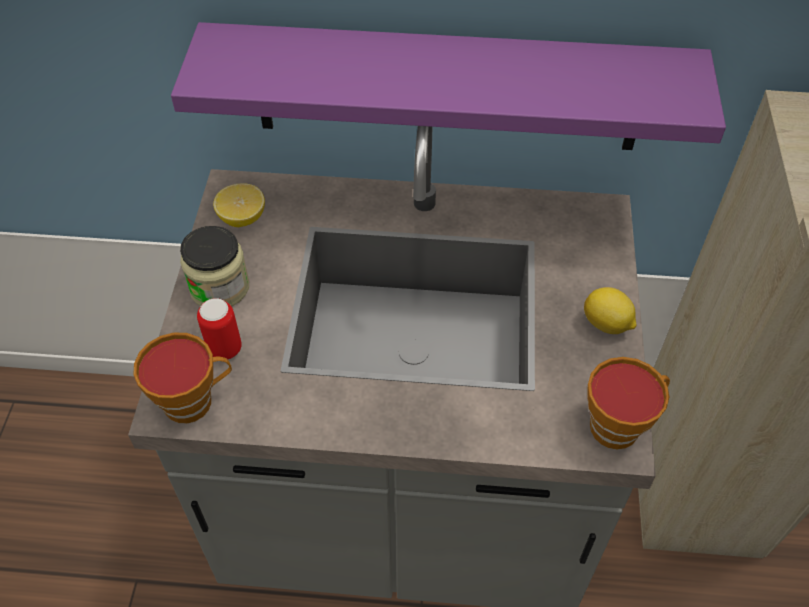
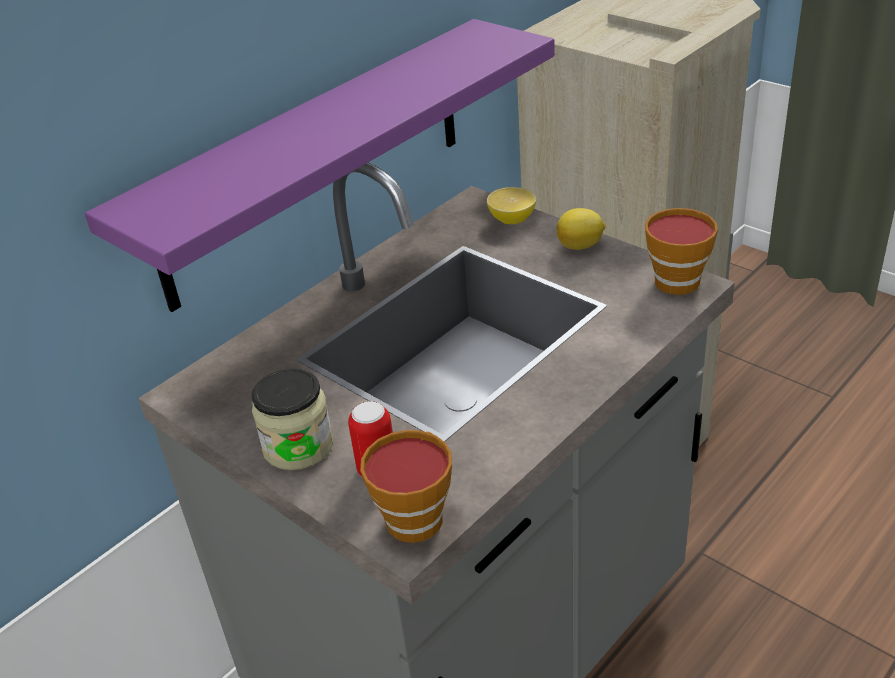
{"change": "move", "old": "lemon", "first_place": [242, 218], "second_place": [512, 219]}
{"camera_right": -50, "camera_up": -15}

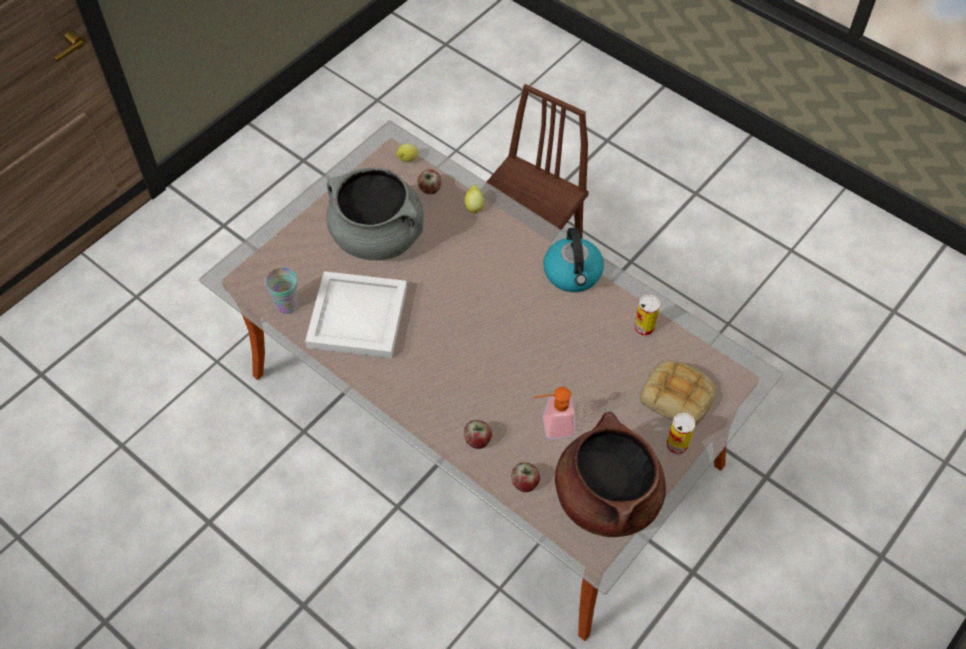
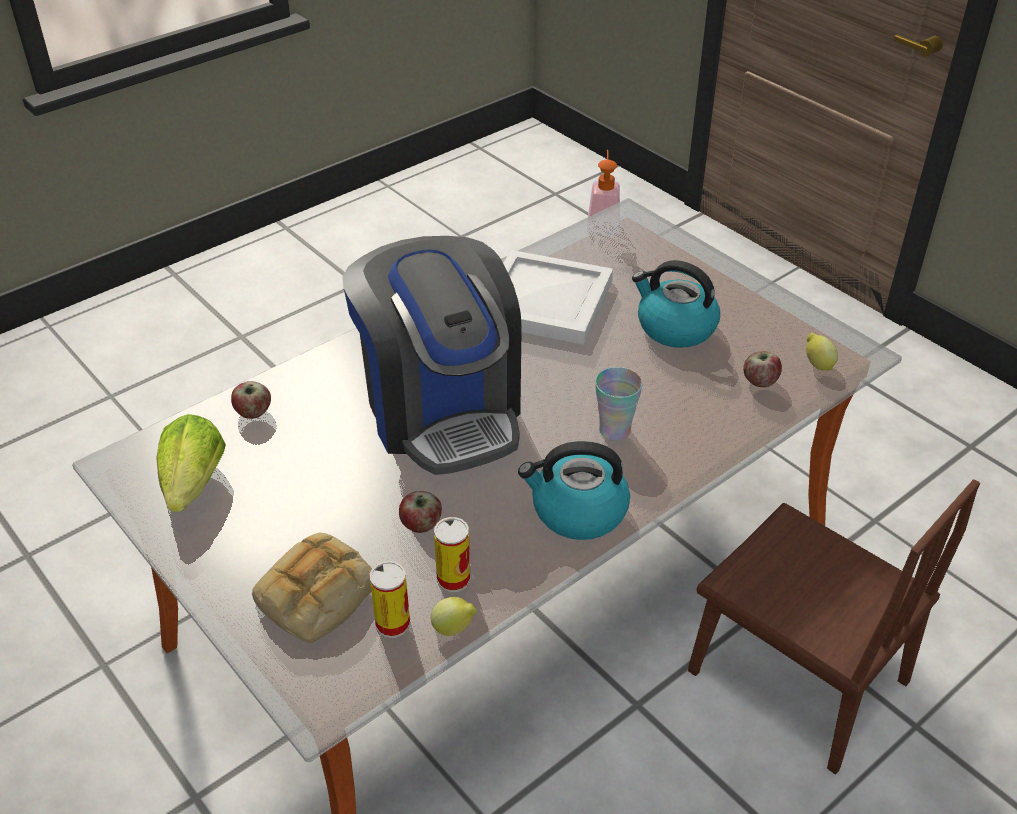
{"change": "replace", "old": "brown cooking pot", "new": "lettuce", "first_place": [606, 498], "second_place": [194, 484]}
{"change": "insert", "new": "coffee machine", "second_place": [441, 410]}
{"change": "move", "old": "can", "first_place": [677, 445], "second_place": [392, 623]}
{"change": "move", "old": "apple", "first_place": [478, 440], "second_place": [421, 525]}
{"change": "move", "old": "lemon", "first_place": [474, 206], "second_place": [454, 629]}
{"change": "move", "old": "soap dispenser", "first_place": [552, 427], "second_place": [603, 224]}
{"change": "move", "old": "cup", "first_place": [287, 305], "second_place": [614, 430]}
{"change": "replace", "old": "grey cooking pot", "new": "kettle", "first_place": [378, 236], "second_place": [674, 327]}
{"camera_right": 100, "camera_up": -15}

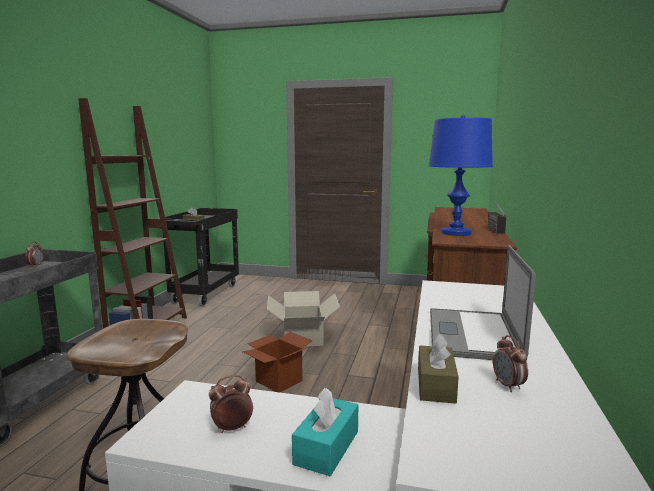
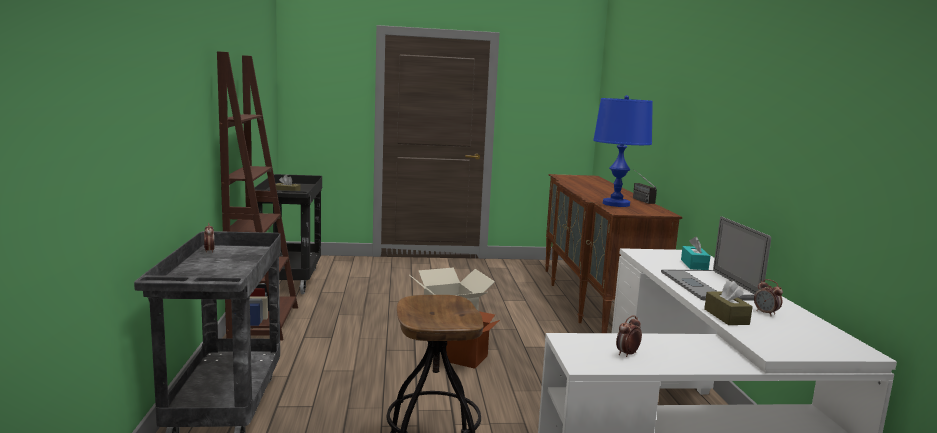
{"change": "move", "old": "turquoise tissue box", "first_place": [326, 447], "second_place": [694, 265]}
{"camera_right": -20, "camera_up": 0}

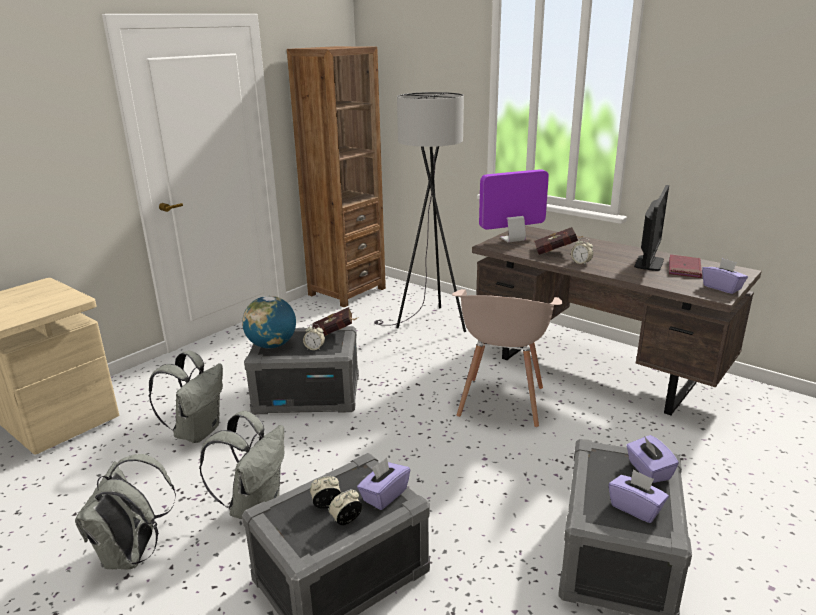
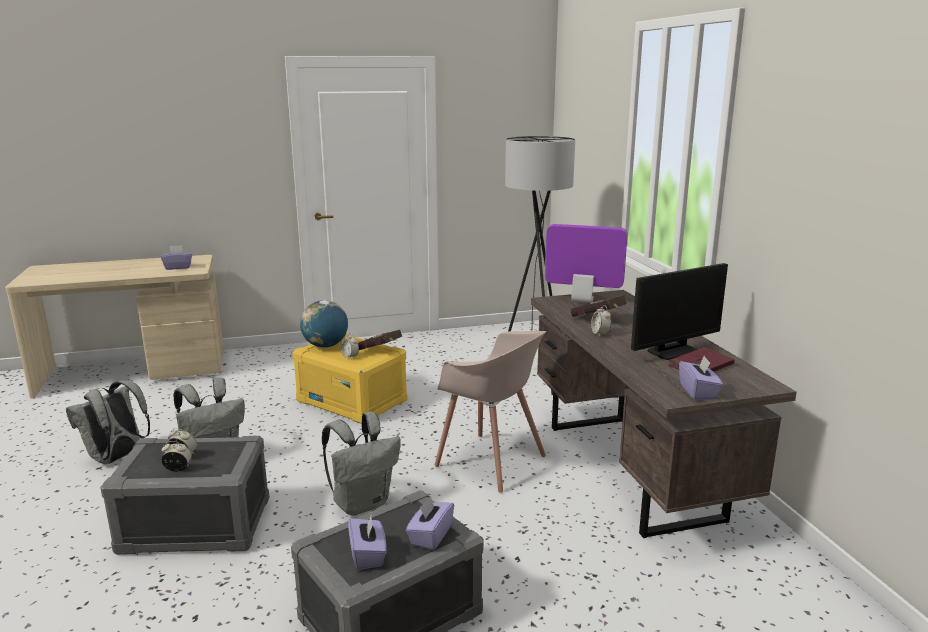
{"change": "move", "old": "purple tissue box", "first_place": [384, 495], "second_place": [178, 267]}
{"change": "recolor", "old": "grey storage box", "new": "yellow storage box", "first_place": [308, 394], "second_place": [352, 401]}
{"change": "move", "old": "grey backpack", "first_place": [197, 431], "second_place": [362, 503]}
{"change": "rotate", "old": "beige chair", "first_place": [501, 402], "second_place": [491, 462], "degrees": -105}
{"change": "delete", "old": "brown bookcase", "first_place": [347, 291]}
{"camera_right": 35, "camera_up": -5}

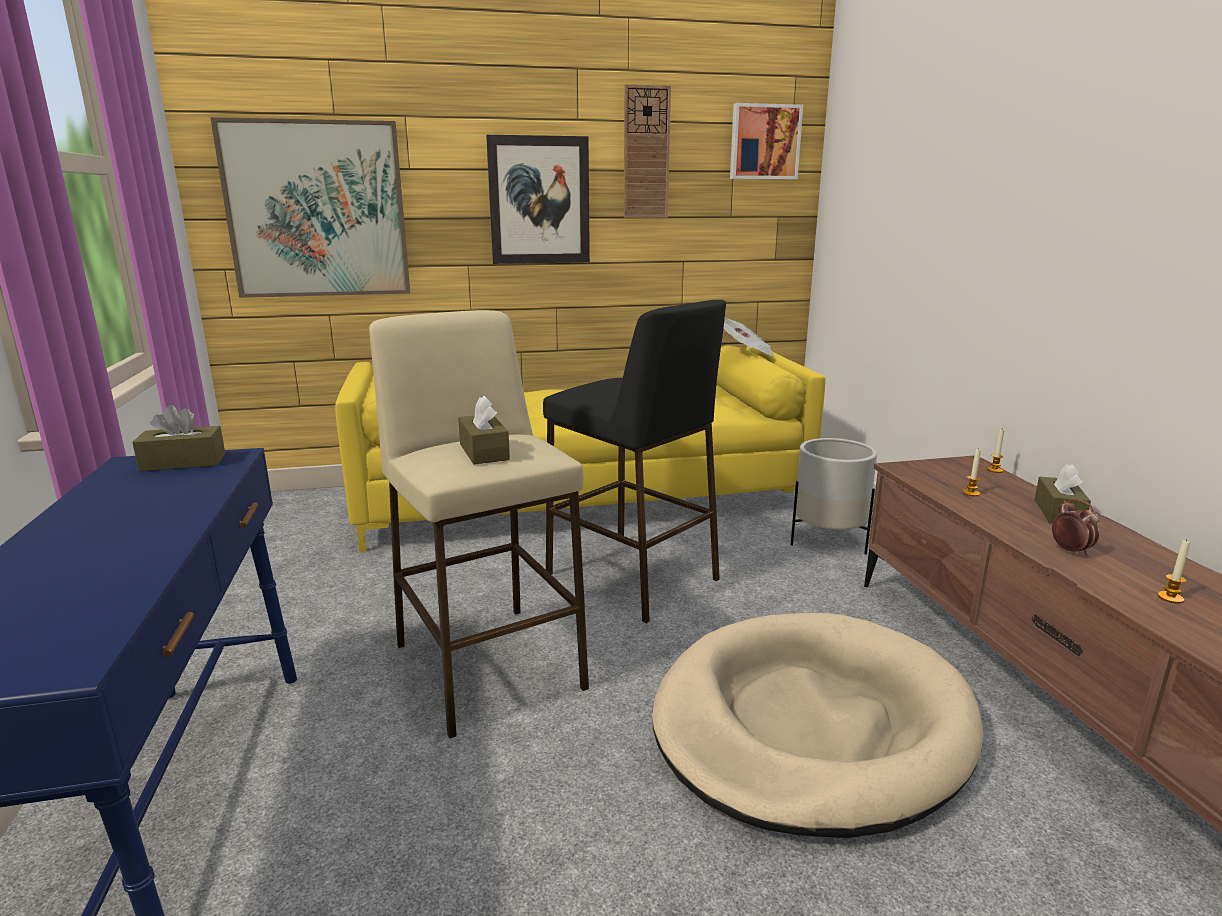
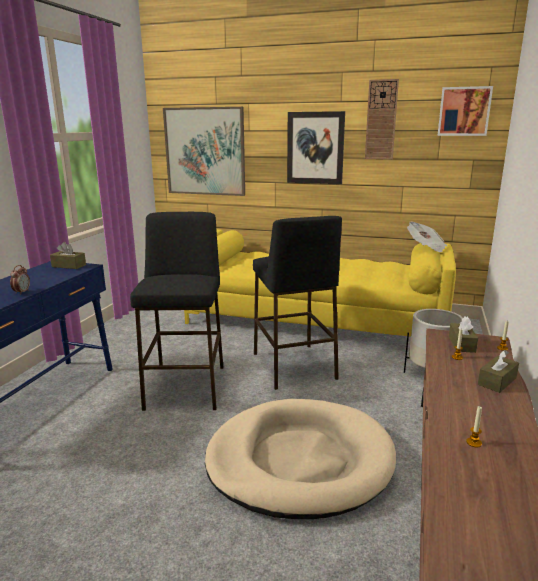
{"change": "move", "old": "alarm clock", "first_place": [1070, 551], "second_place": [22, 292]}
{"change": "recolor", "old": "beige stool", "new": "black stool", "first_place": [488, 665], "second_place": [186, 386]}
{"change": "move", "old": "brown tissue box", "first_place": [484, 452], "second_place": [461, 344]}
{"camera_right": 30, "camera_up": 0}

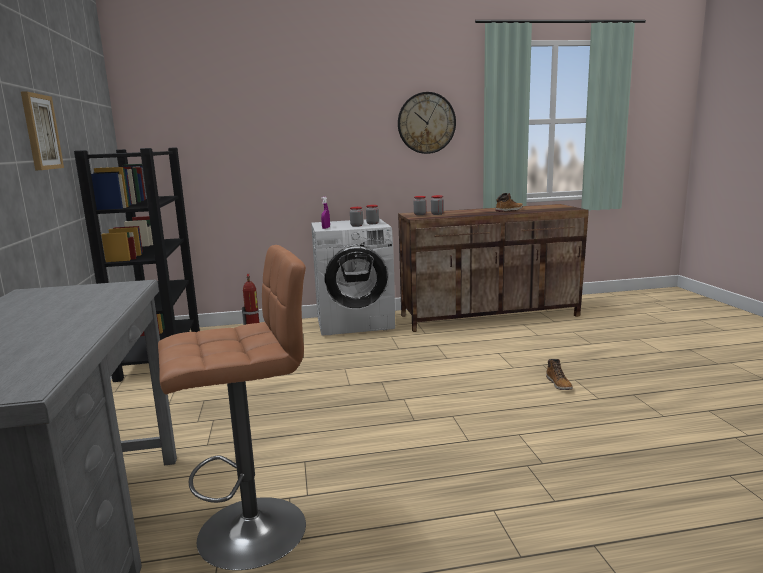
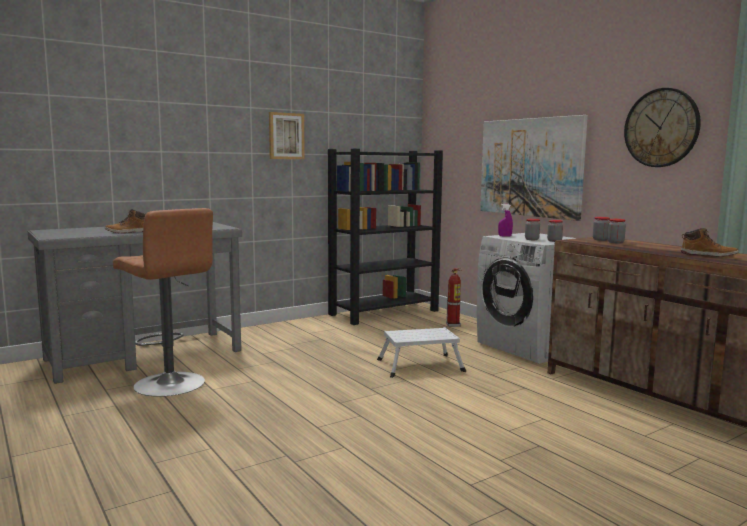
{"change": "move", "old": "boot", "first_place": [559, 384], "second_place": [128, 232]}
{"change": "insert", "new": "white step ladder", "second_place": [421, 365]}
{"change": "insert", "new": "picture", "second_place": [530, 167]}
{"camera_right": 65, "camera_up": -5}

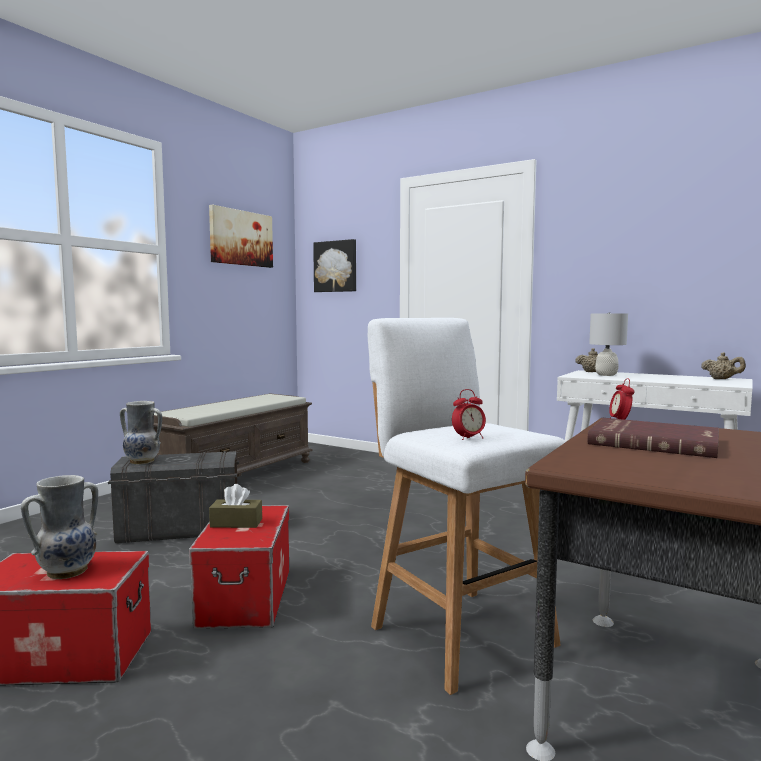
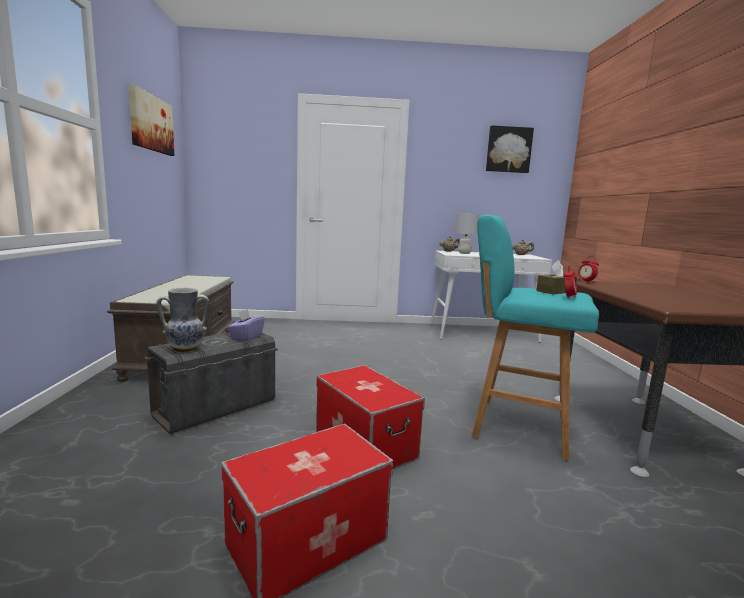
{"change": "insert", "new": "purple tissue box", "second_place": [246, 337]}
{"change": "recolor", "old": "white stool", "new": "turquoise stool", "first_place": [458, 632], "second_place": [516, 425]}
{"change": "move", "old": "picture", "first_place": [336, 266], "second_place": [508, 150]}
{"change": "move", "old": "brown tissue box", "first_place": [236, 523], "second_place": [555, 291]}
{"change": "delete", "old": "vase", "first_place": [66, 571]}
{"change": "delete", "old": "red book", "first_place": [653, 442]}
{"camera_right": -35, "camera_up": 5}

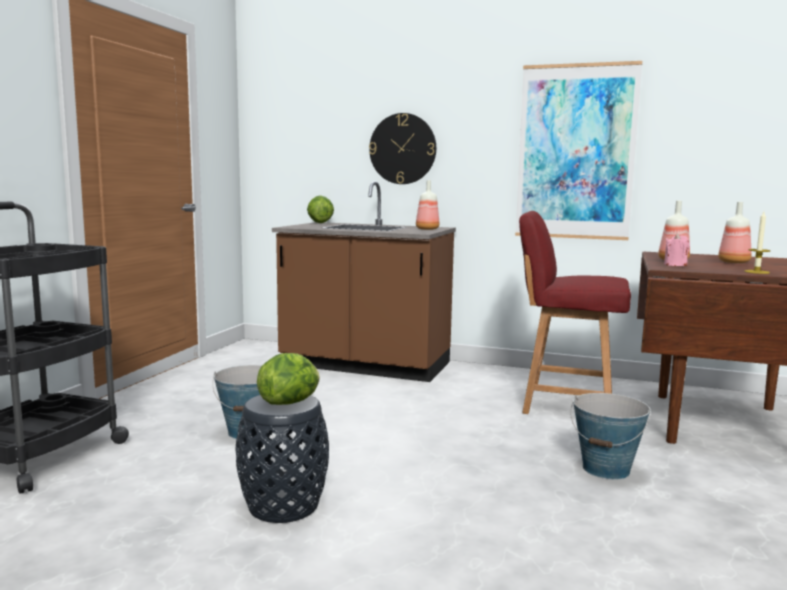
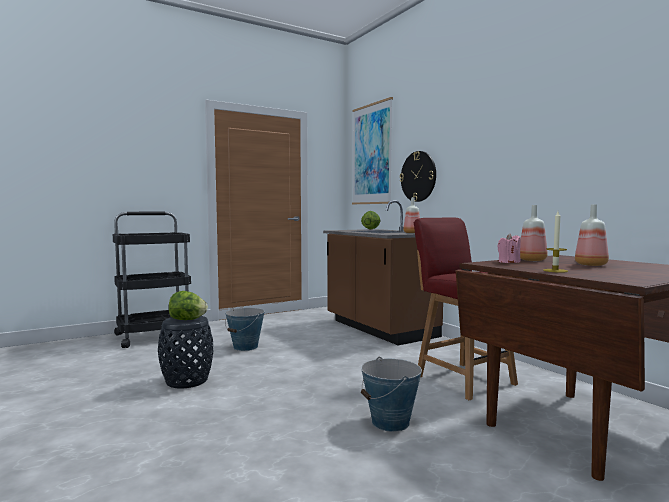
{"change": "move", "old": "picture", "first_place": [575, 152], "second_place": [372, 154]}
{"camera_right": 40, "camera_up": -5}

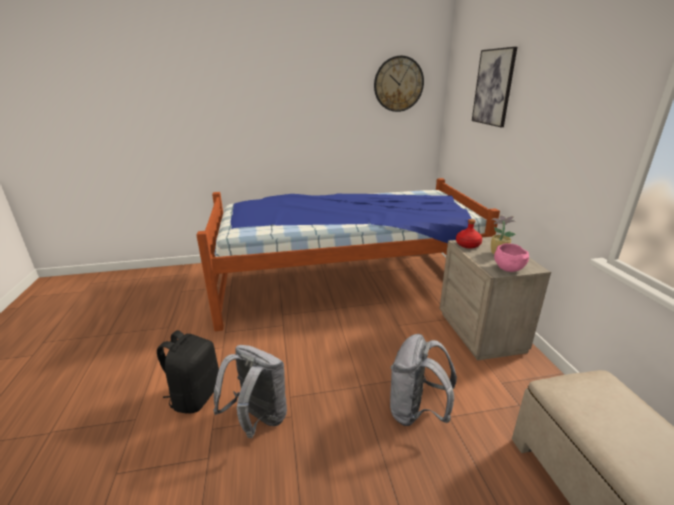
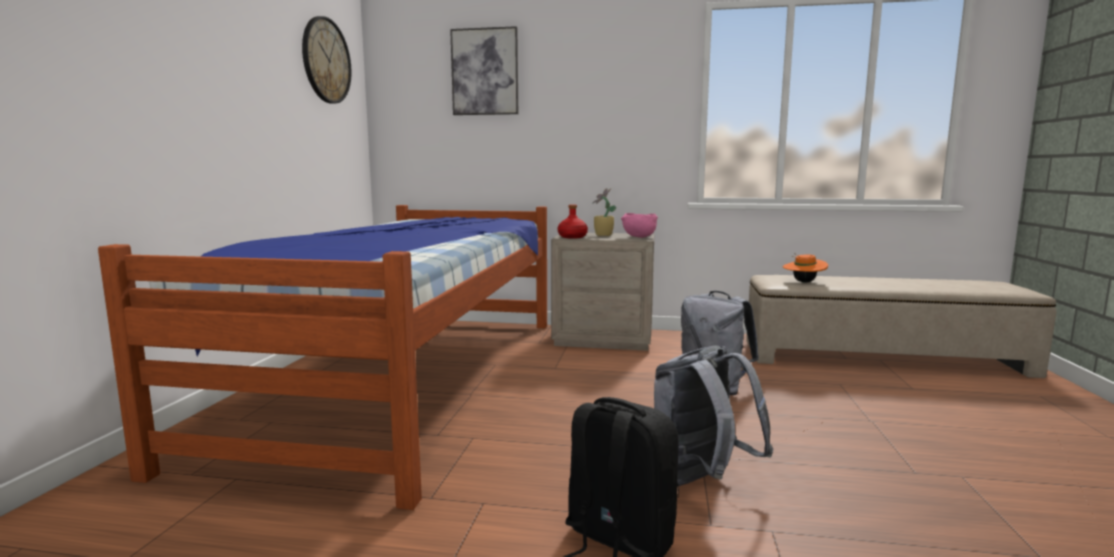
{"change": "insert", "new": "orange hat", "second_place": [803, 282]}
{"camera_right": -70, "camera_up": -15}

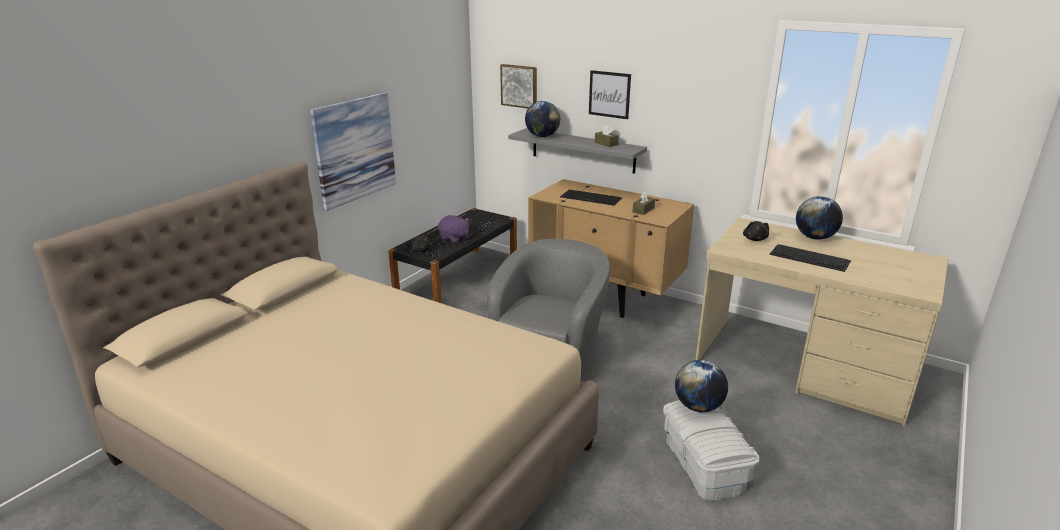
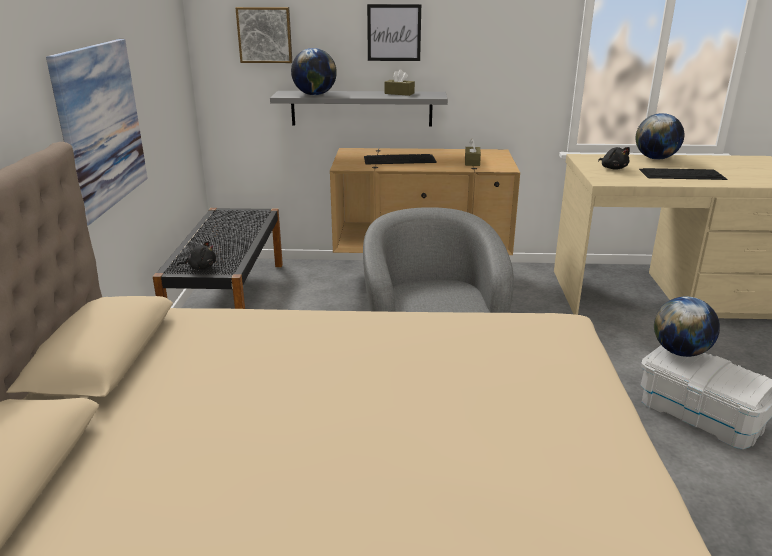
{"change": "delete", "old": "purple plush toy", "first_place": [454, 238]}
{"camera_right": -30, "camera_up": 0}

